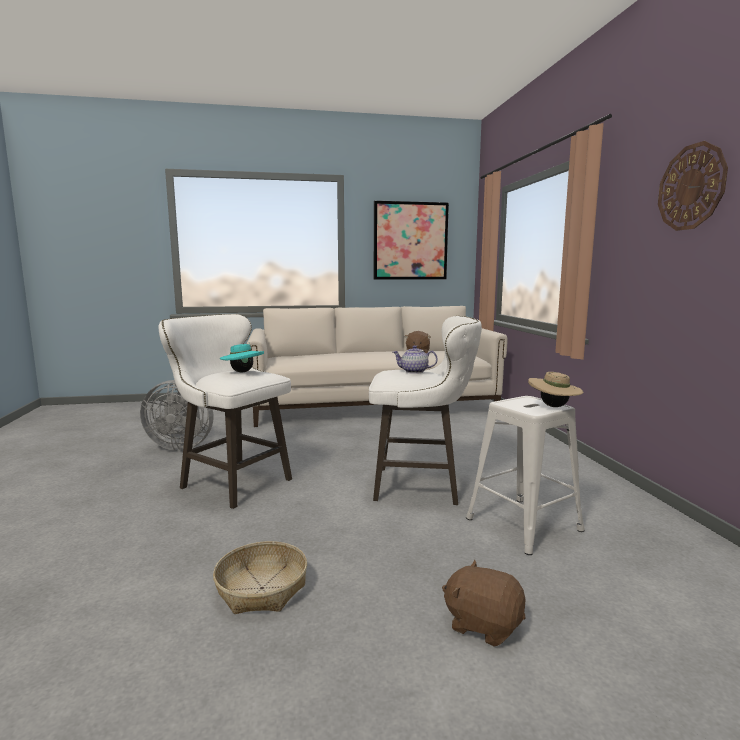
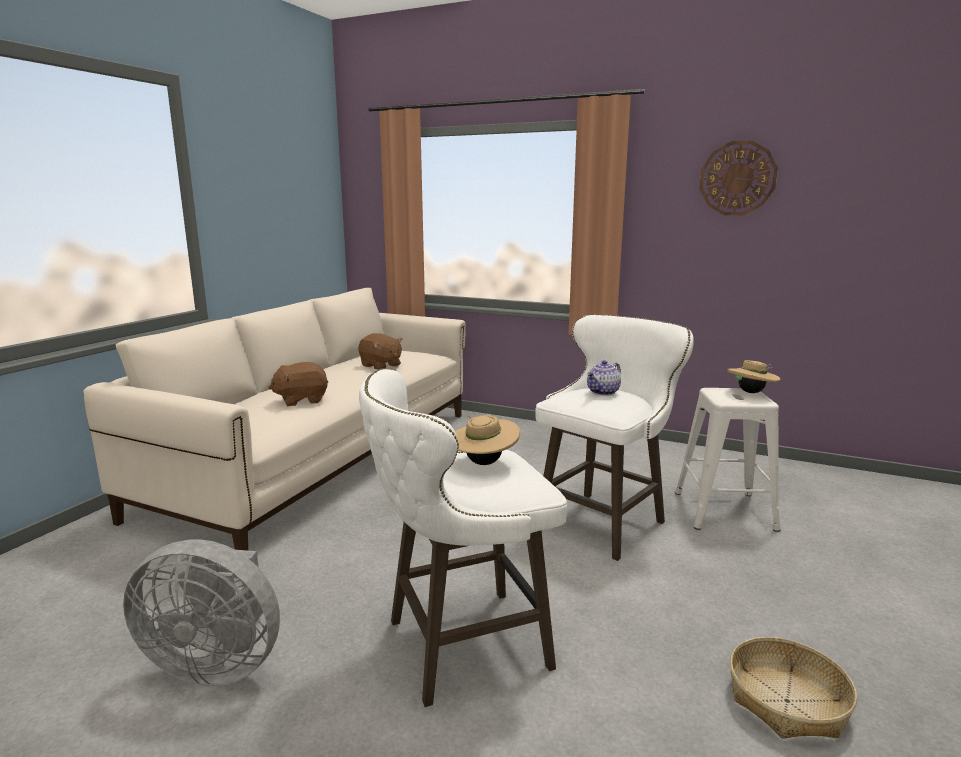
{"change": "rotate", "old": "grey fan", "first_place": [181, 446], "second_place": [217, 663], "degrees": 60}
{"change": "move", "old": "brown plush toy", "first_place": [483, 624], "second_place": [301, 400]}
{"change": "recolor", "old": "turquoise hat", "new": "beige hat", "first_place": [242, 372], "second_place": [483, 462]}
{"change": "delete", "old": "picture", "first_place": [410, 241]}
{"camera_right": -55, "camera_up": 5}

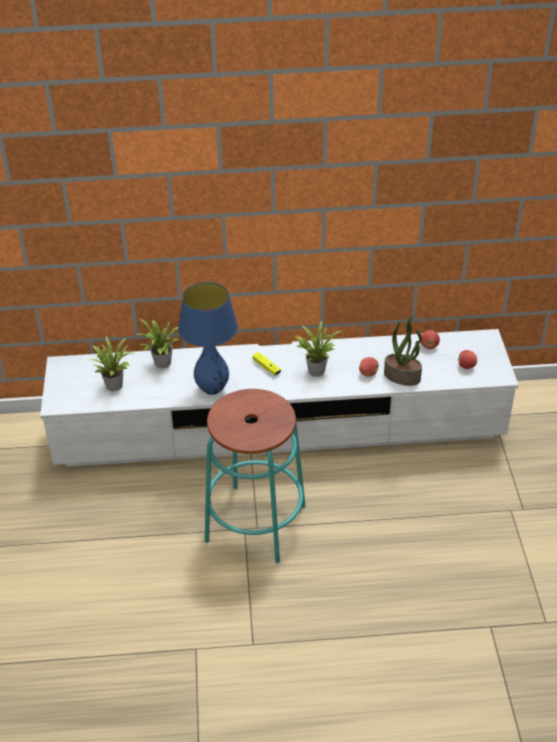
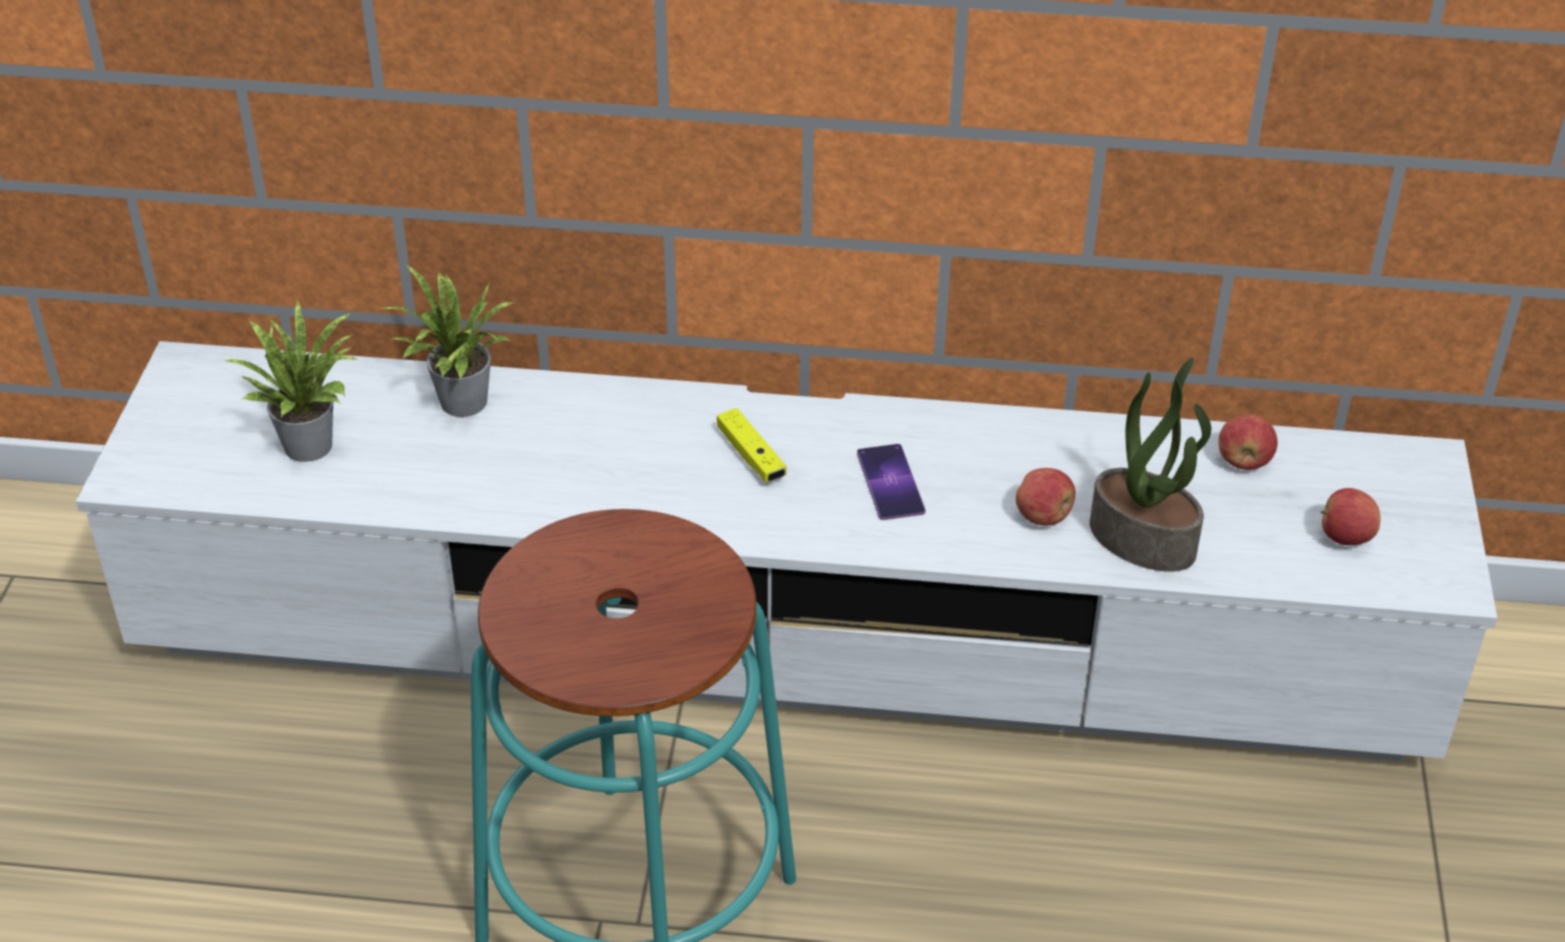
{"change": "replace", "old": "potted plant", "new": "phone", "first_place": [315, 369], "second_place": [890, 482]}
{"change": "delete", "old": "blue table lamp", "first_place": [212, 389]}
{"camera_right": 10, "camera_up": 0}

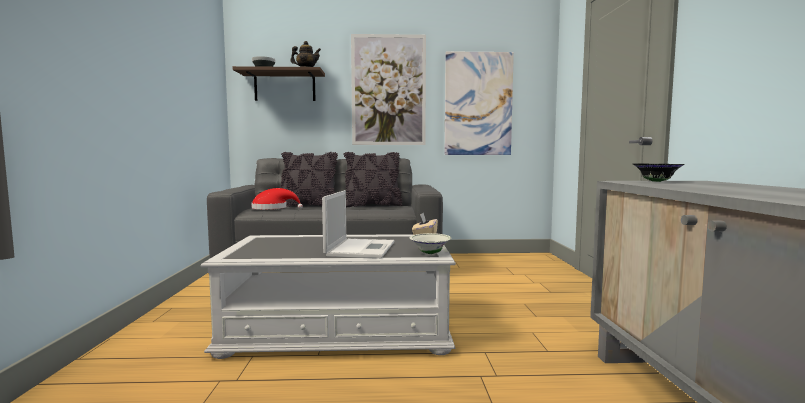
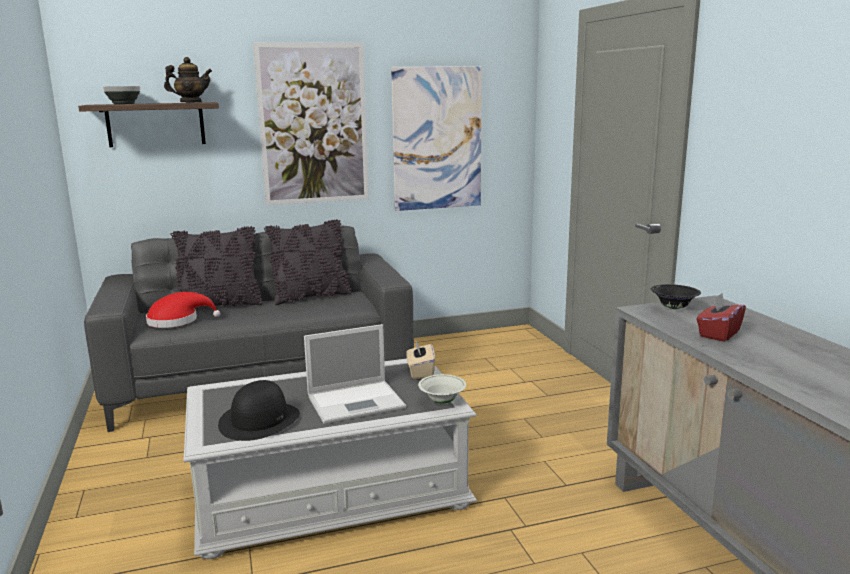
{"change": "insert", "new": "black hat", "second_place": [259, 420]}
{"change": "rotate", "old": "laptop", "first_place": [361, 249], "second_place": [357, 401], "degrees": 75}
{"change": "insert", "new": "red tissue box", "second_place": [718, 334]}
{"camera_right": -15, "camera_up": 10}

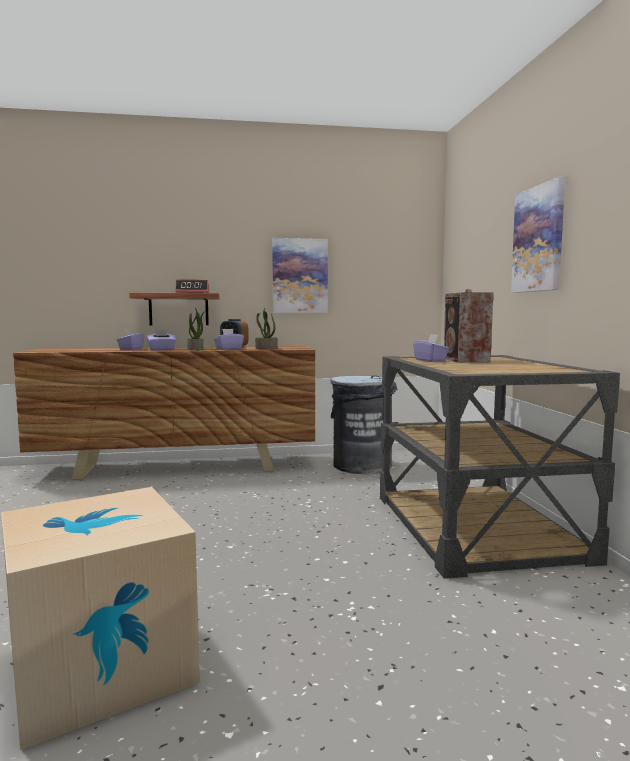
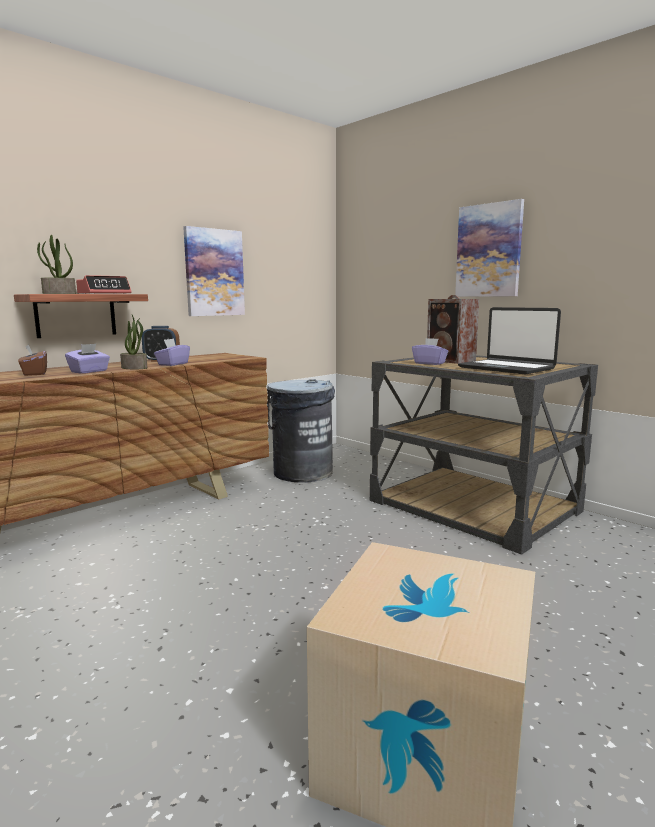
{"change": "recolor", "old": "purple tissue box", "new": "brown tissue box", "first_place": [131, 349], "second_place": [34, 373]}
{"change": "move", "old": "potted plant", "first_place": [266, 348], "second_place": [59, 293]}
{"change": "insert", "new": "laptop", "second_place": [506, 368]}
{"camera_right": -35, "camera_up": 5}

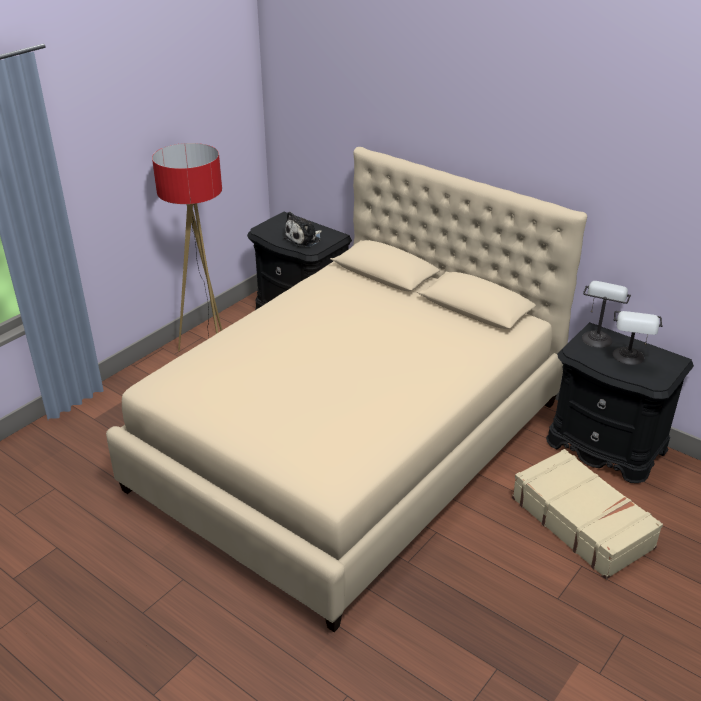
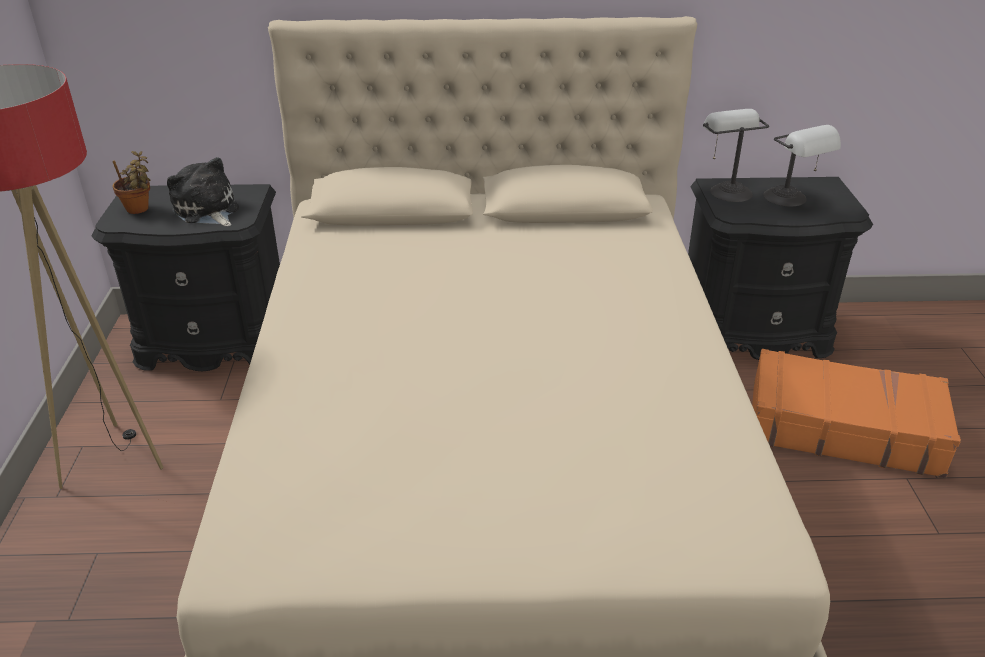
{"change": "insert", "new": "potted plant", "second_place": [139, 209]}
{"change": "rotate", "old": "plush toy", "first_place": [304, 239], "second_place": [207, 211], "degrees": 135}
{"change": "recolor", "old": "beige suitcase", "new": "orange suitcase", "first_place": [582, 522], "second_place": [842, 427]}
{"camera_right": -40, "camera_up": 0}

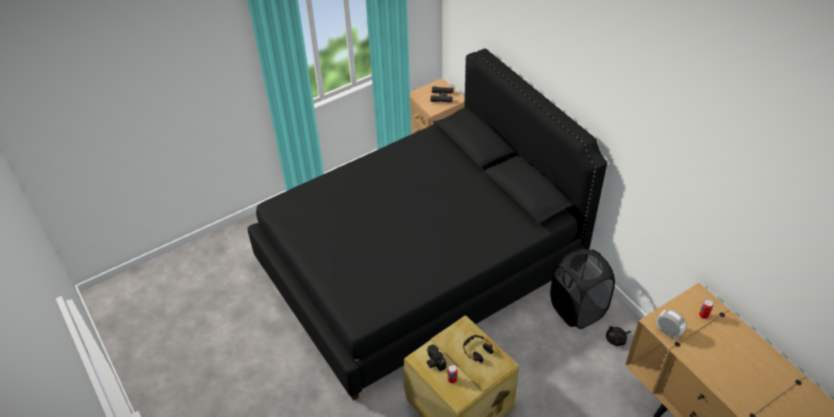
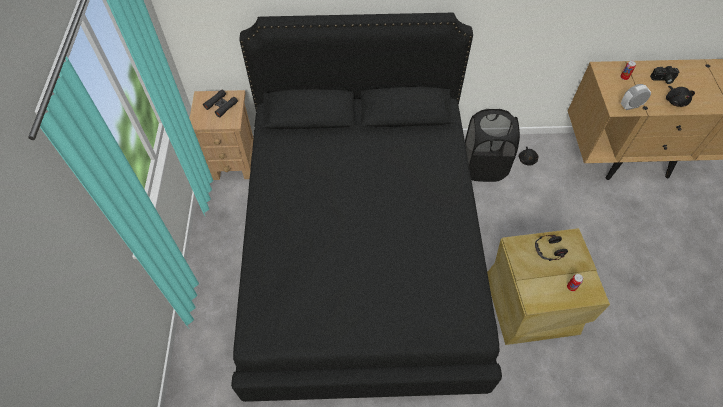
{"change": "move", "old": "photo camera", "first_place": [434, 361], "second_place": [663, 79]}
{"change": "insert", "new": "black plush toy", "second_place": [675, 101]}
{"camera_right": -60, "camera_up": 10}

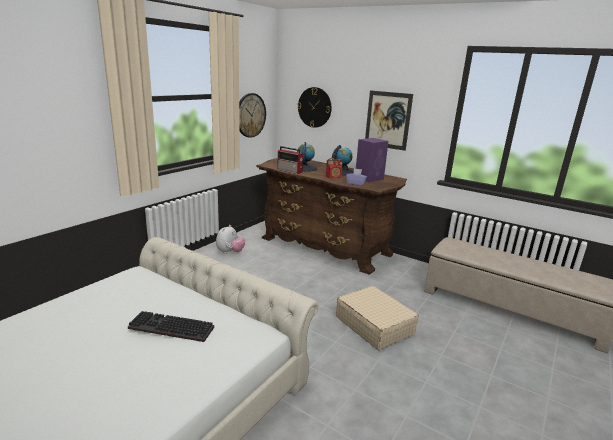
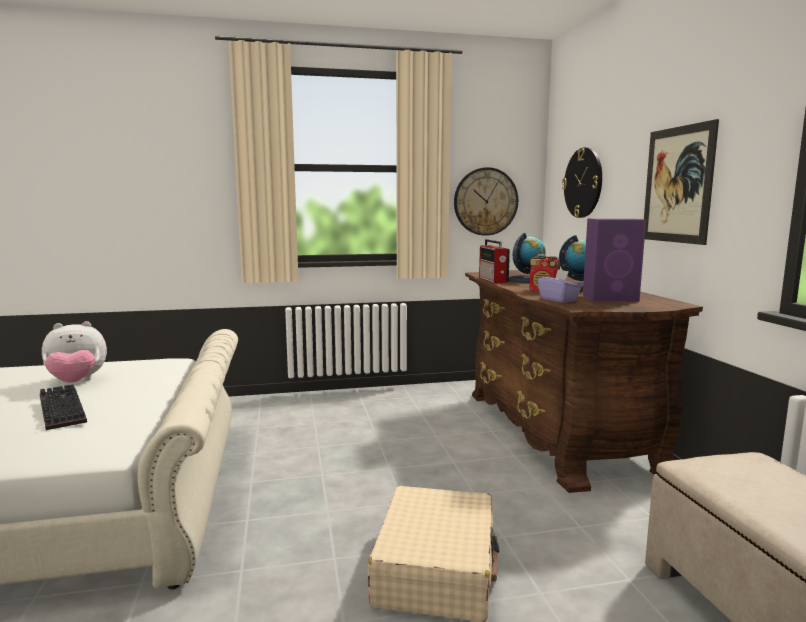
{"change": "move", "old": "plush toy", "first_place": [230, 252], "second_place": [76, 382]}
{"camera_right": 45, "camera_up": -10}

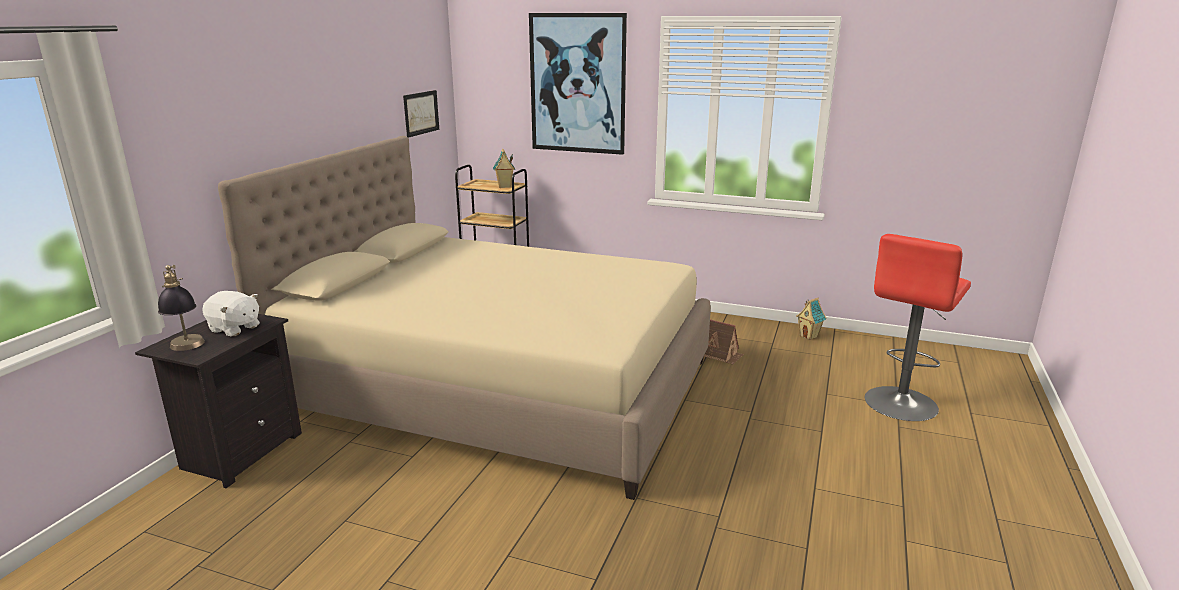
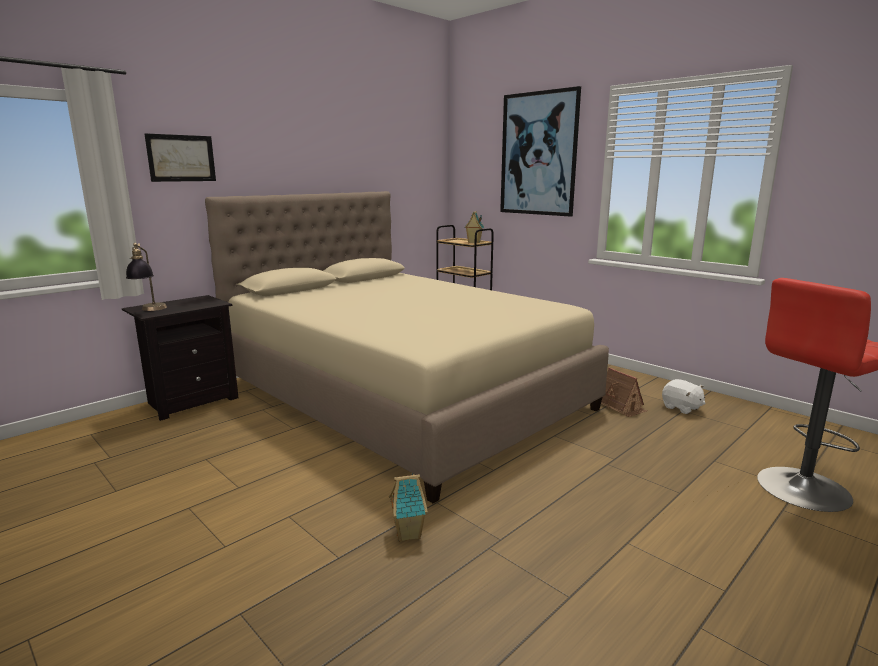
{"change": "move", "old": "picture", "first_place": [421, 113], "second_place": [181, 158]}
{"change": "move", "old": "toy house", "first_place": [809, 336], "second_place": [409, 533]}
{"change": "move", "old": "white plush toy", "first_place": [234, 328], "second_place": [681, 408]}
{"camera_right": 25, "camera_up": -5}

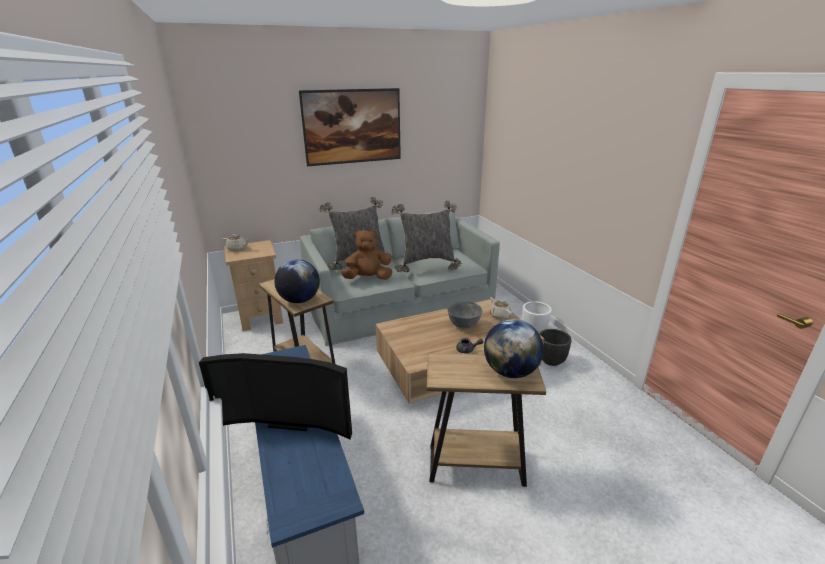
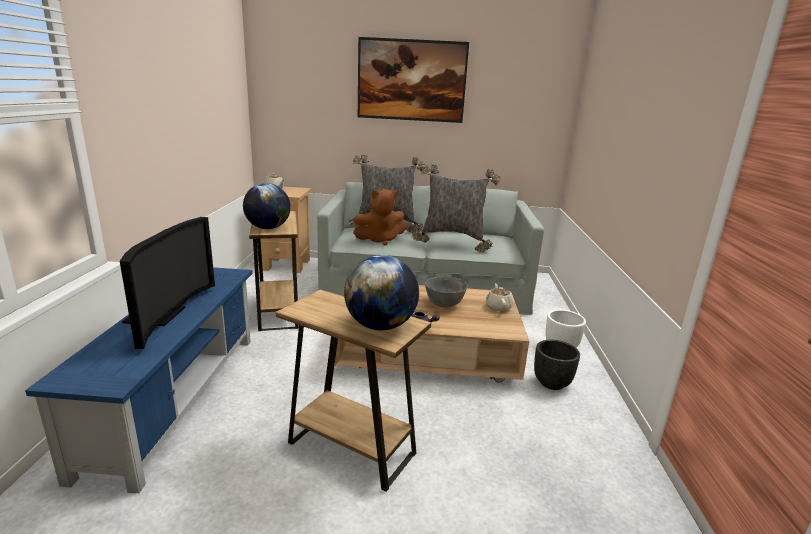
{"change": "rotate", "old": "television", "first_place": [290, 420], "second_place": [162, 316], "degrees": -120}
{"change": "rotate", "old": "brown plush toy", "first_place": [368, 278], "second_place": [380, 240], "degrees": 150}
{"camera_right": 25, "camera_up": -5}

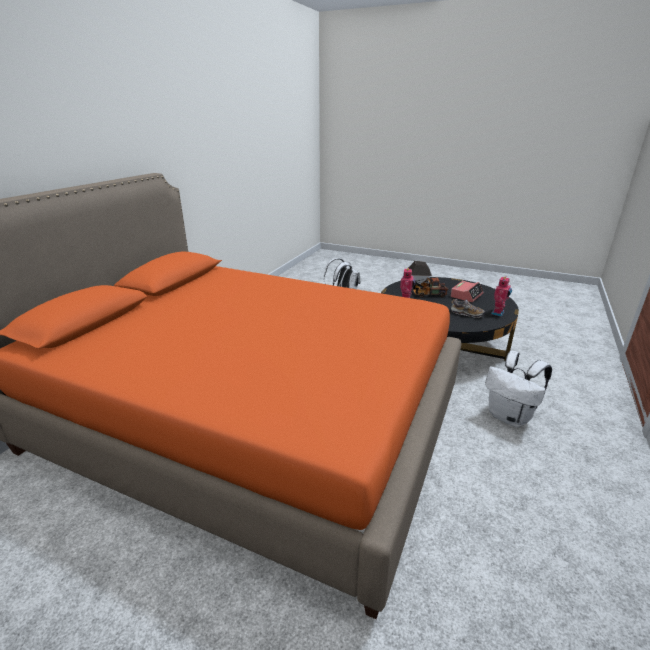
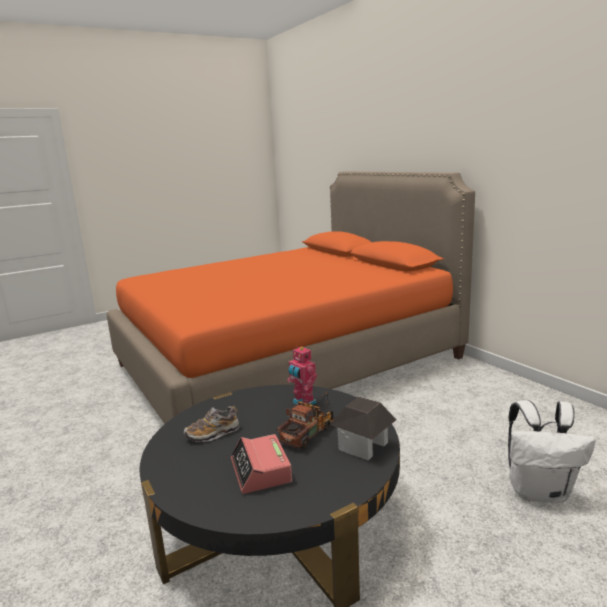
{"change": "delete", "old": "white backpack", "first_place": [510, 417]}
{"change": "delete", "old": "toy robot", "first_place": [498, 313]}
{"camera_right": 125, "camera_up": -10}

